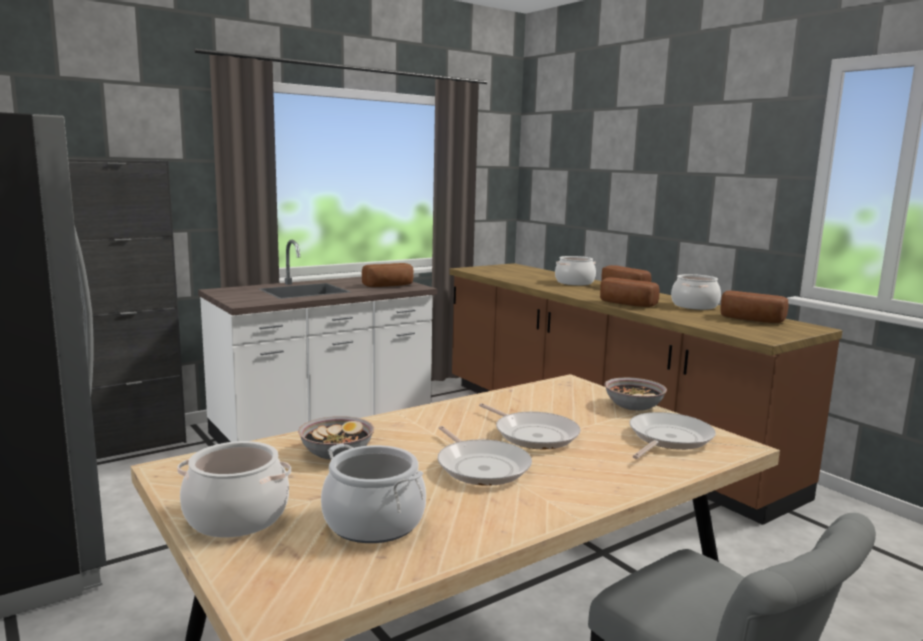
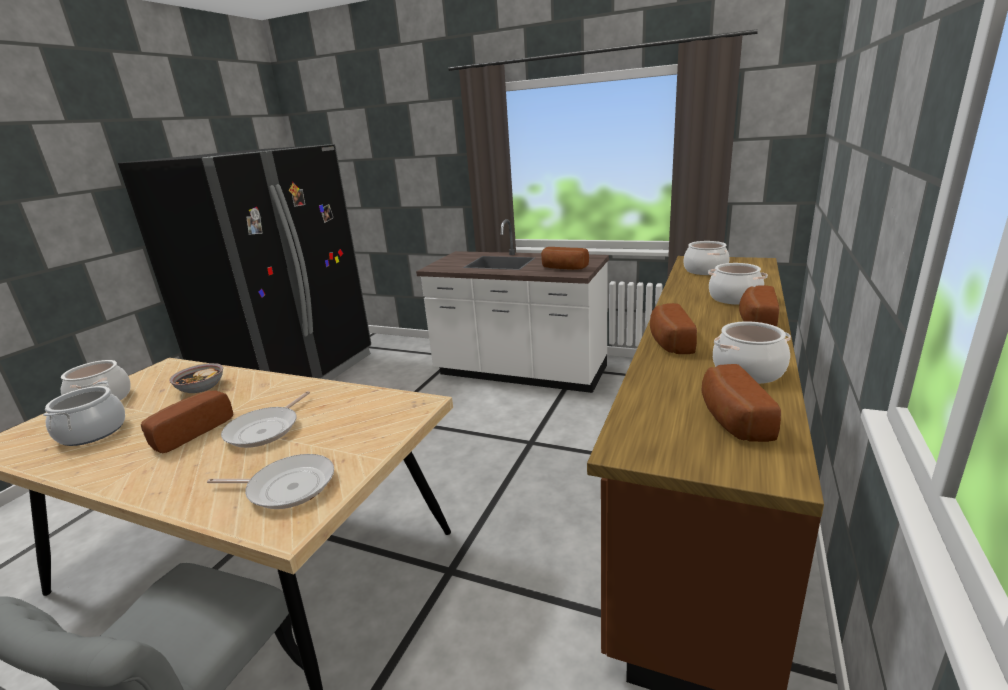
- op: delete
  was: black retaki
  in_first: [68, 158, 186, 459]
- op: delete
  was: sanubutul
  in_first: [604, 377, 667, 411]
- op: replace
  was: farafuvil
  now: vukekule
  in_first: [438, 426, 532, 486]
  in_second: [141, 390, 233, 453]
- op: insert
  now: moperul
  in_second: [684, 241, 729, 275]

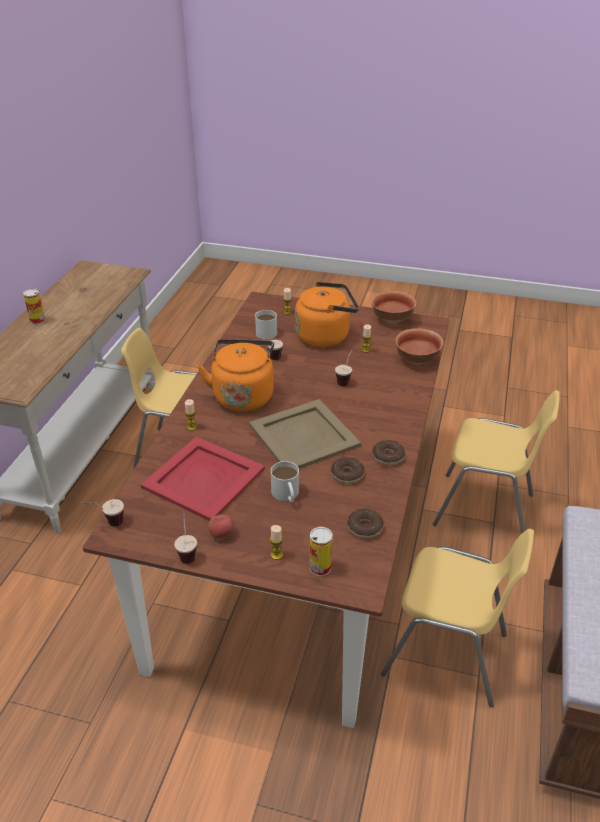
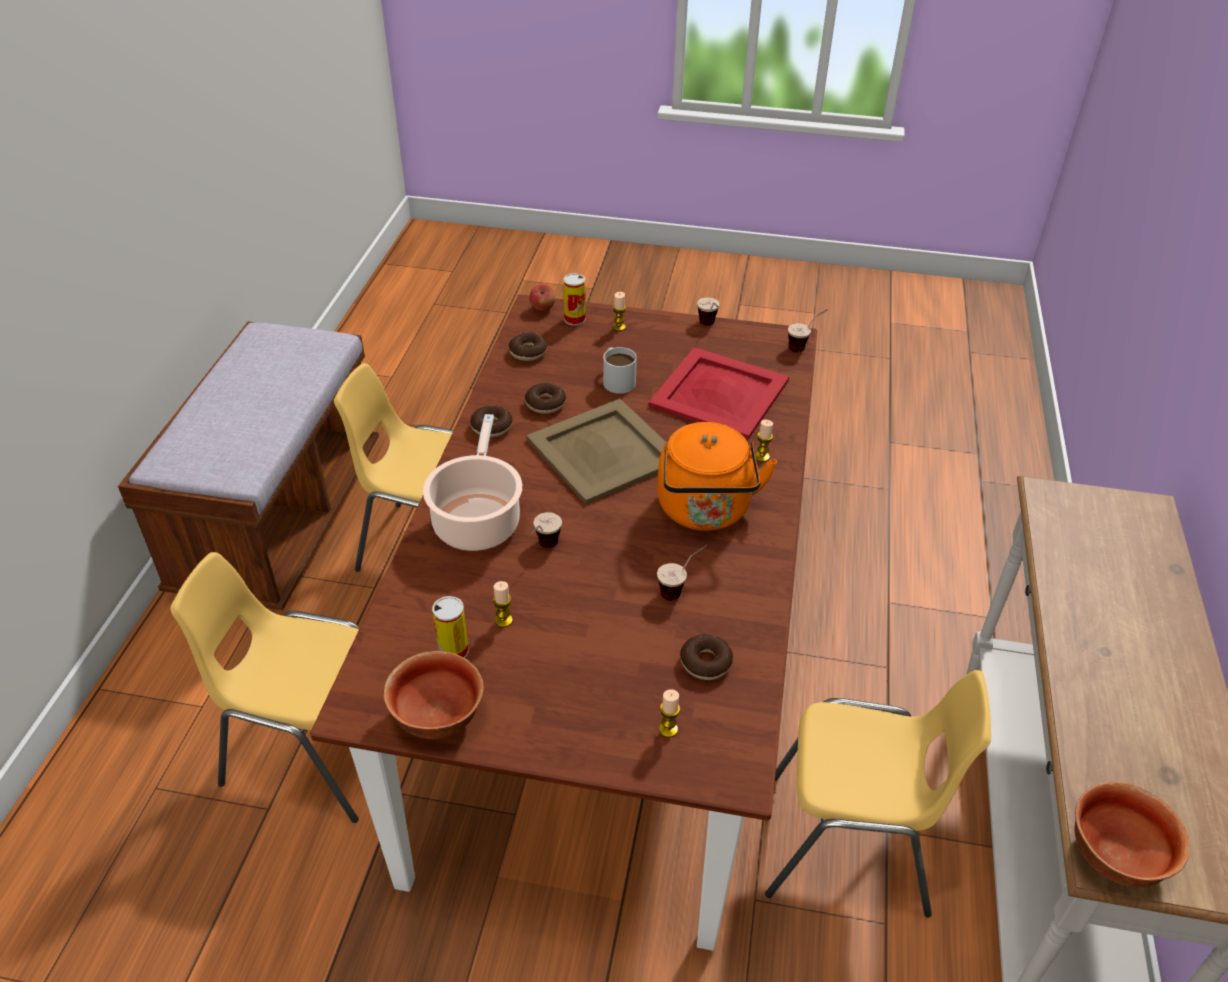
- op: delete
  was: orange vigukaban
  in_first: [295, 282, 359, 347]
- op: move
  was: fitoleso
  in_first: [23, 289, 45, 325]
  in_second: [432, 596, 469, 658]
- op: replace
  was: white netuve
  now: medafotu
  in_first: [255, 310, 277, 340]
  in_second: [680, 634, 733, 680]
- op: move
  was: sanubutul
  in_first: [395, 328, 444, 364]
  in_second: [1075, 782, 1190, 887]
- op: move
  was: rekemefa
  in_first: [209, 514, 234, 540]
  in_second: [530, 284, 555, 311]
- op: insert
  now: moperul
  in_second: [423, 414, 522, 551]

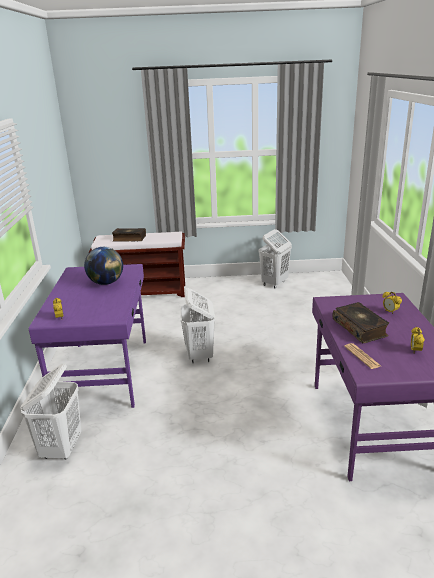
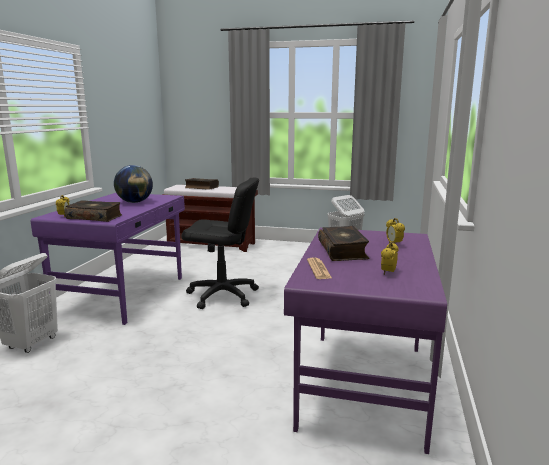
- op: replace
  was: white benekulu
  now: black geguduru
  in_first: [180, 288, 215, 363]
  in_second: [182, 178, 259, 309]
- op: insert
  now: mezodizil
  in_second: [64, 200, 122, 222]

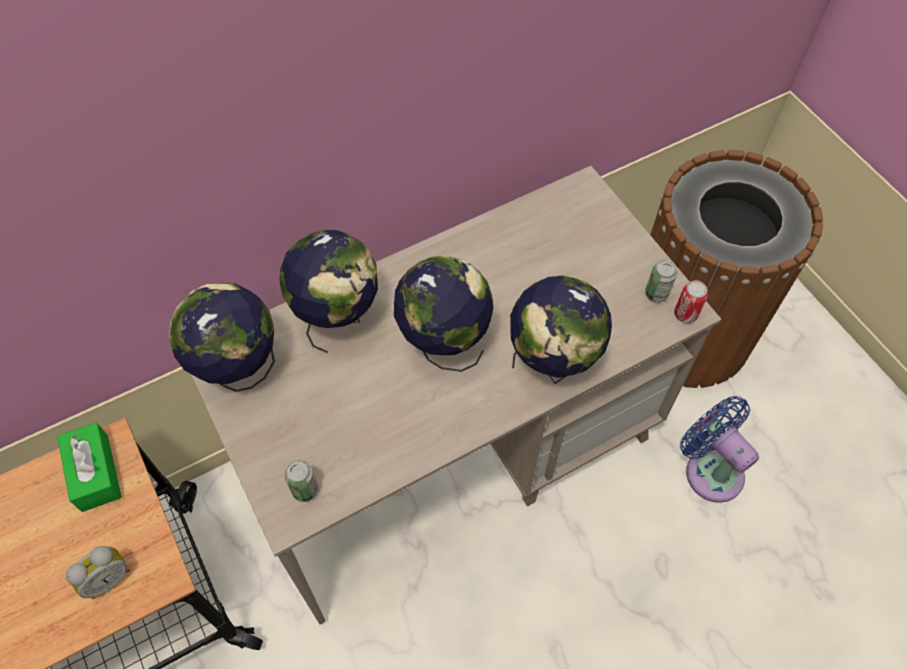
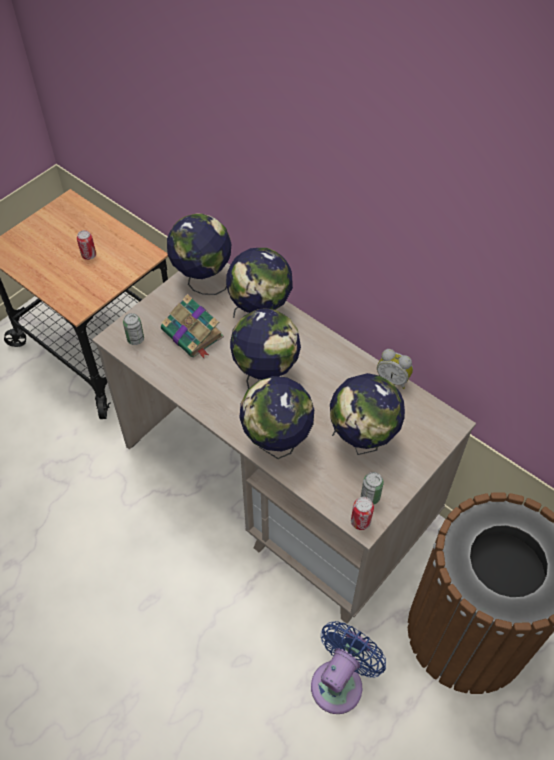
- op: delete
  was: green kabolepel
  in_first: [57, 422, 121, 512]
- op: move
  was: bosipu
  in_first: [66, 546, 131, 599]
  in_second: [377, 349, 413, 389]
- op: insert
  now: fitoleso
  in_second: [77, 230, 96, 260]
- op: insert
  now: mezodizil
  in_second: [161, 294, 224, 358]
- op: insert
  now: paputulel
  in_second: [330, 373, 405, 455]

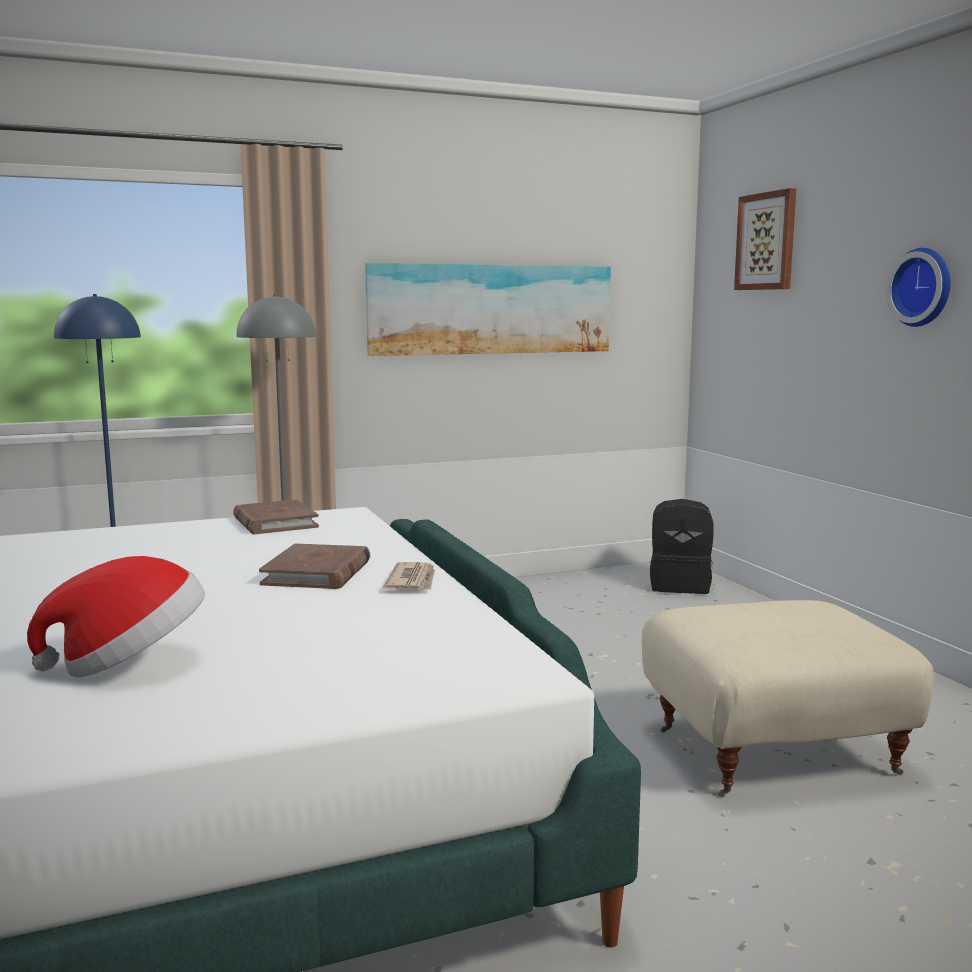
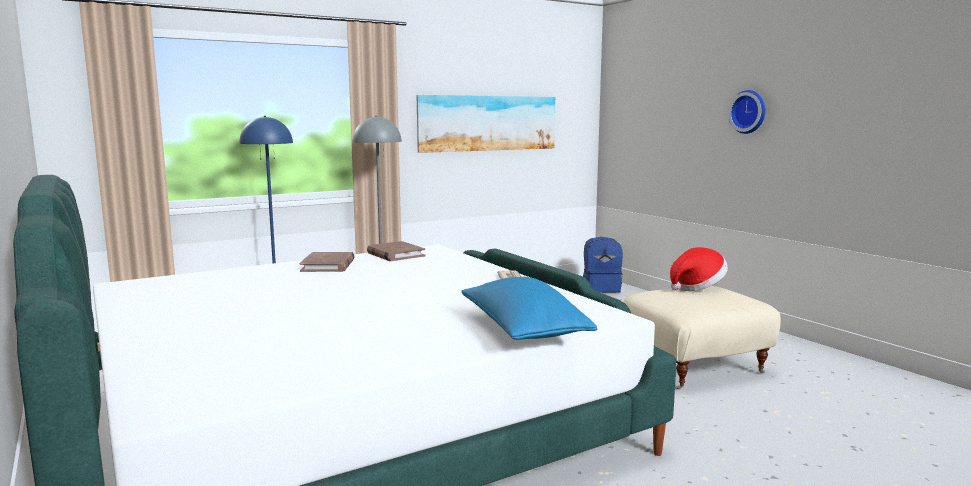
- op: delete
  was: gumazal
  in_first: [734, 188, 796, 290]
- op: recolor
  was: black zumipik
  now: blue zumipik
  in_first: [650, 499, 714, 594]
  in_second: [583, 237, 623, 293]
- op: move
  was: brown mezodizil
  in_first: [259, 544, 370, 589]
  in_second: [300, 252, 355, 272]
- op: move
  was: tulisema
  in_first: [27, 556, 205, 677]
  in_second: [670, 247, 728, 291]
- op: insert
  now: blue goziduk
  in_second: [461, 277, 597, 340]

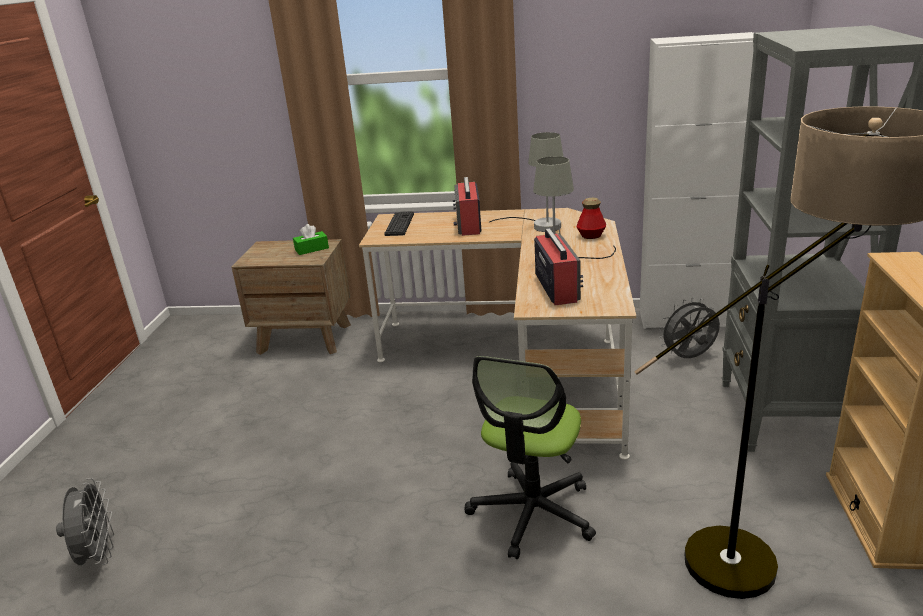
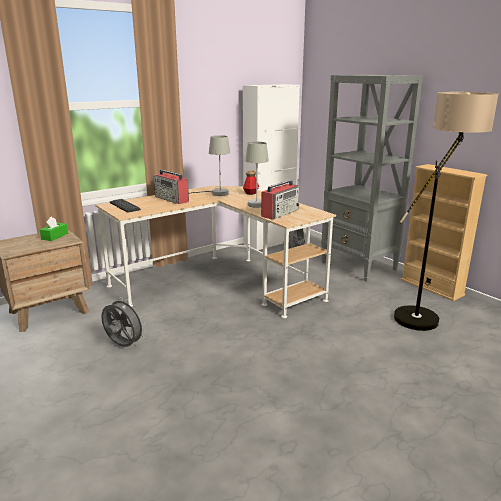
- op: rotate
  was: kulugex
  in_first: [534, 223, 583, 305]
  in_second: [261, 179, 300, 219]
  clockwise: 90
- op: delete
  was: geguduru
  in_first: [464, 356, 596, 559]
- op: move
  was: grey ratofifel
  in_first: [56, 478, 114, 565]
  in_second: [101, 297, 146, 347]

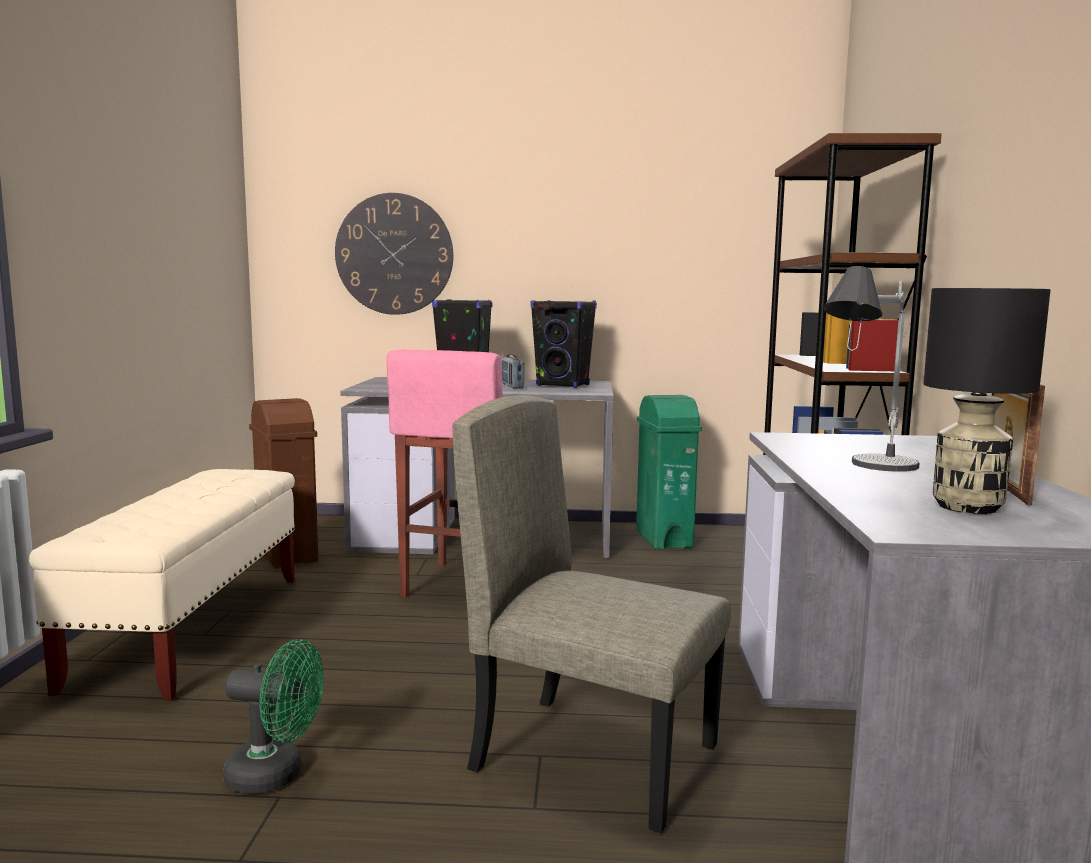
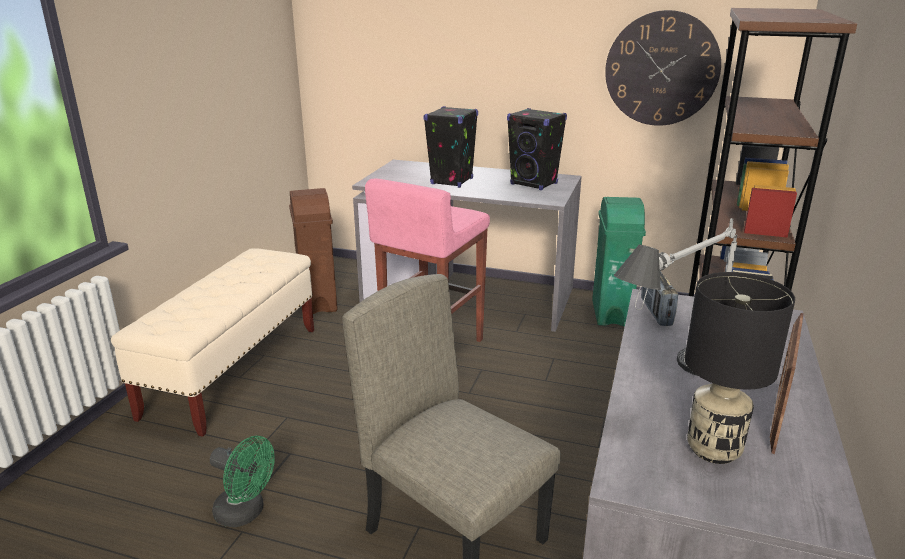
- op: move
  was: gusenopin
  in_first: [335, 193, 453, 315]
  in_second: [605, 10, 721, 126]
- op: move
  was: kulugex
  in_first: [502, 354, 525, 389]
  in_second: [641, 271, 678, 326]

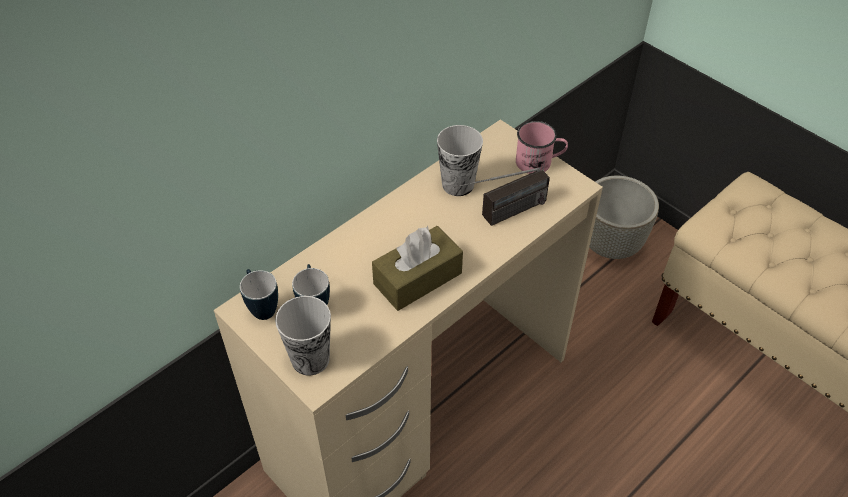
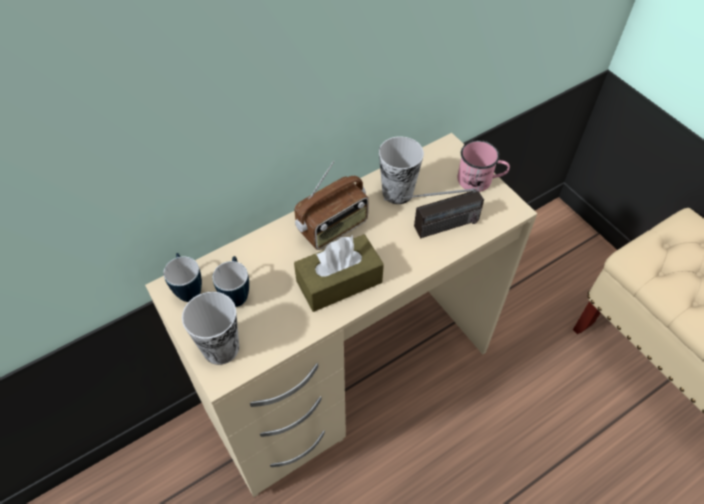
- op: delete
  was: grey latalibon
  in_first: [589, 176, 659, 259]
- op: insert
  now: kulugex
  in_second: [294, 161, 369, 250]

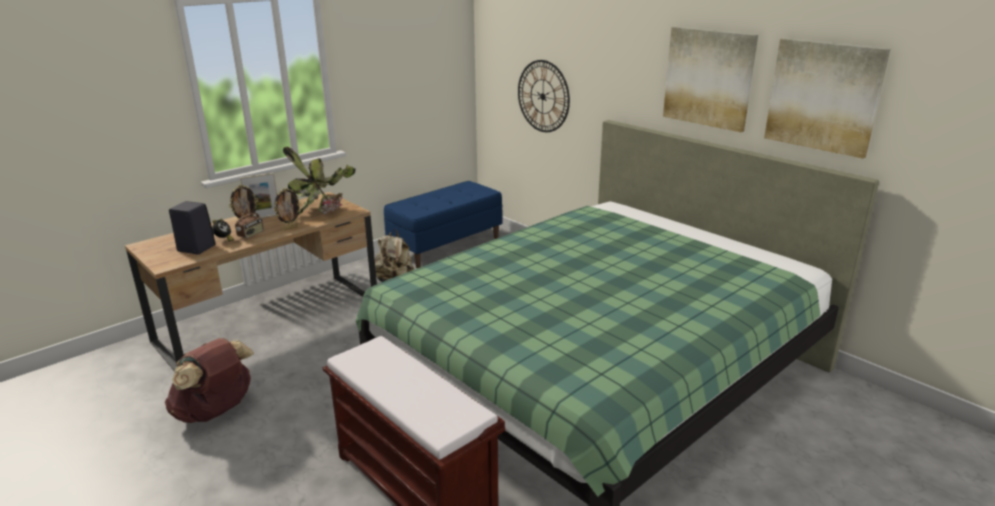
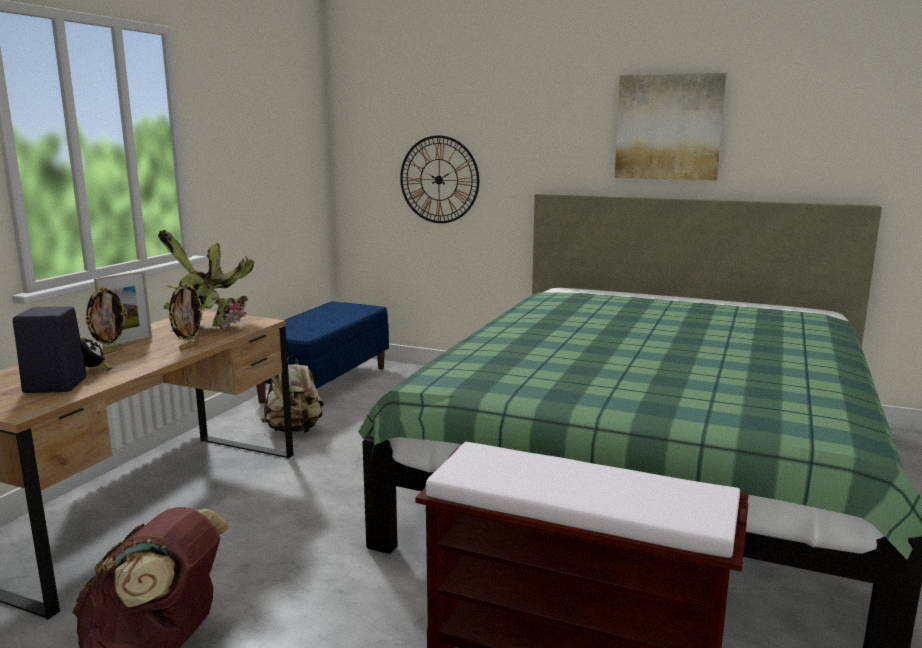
- op: delete
  was: gumazal
  in_first: [764, 38, 890, 159]
- op: delete
  was: kulugex
  in_first: [235, 205, 264, 238]

